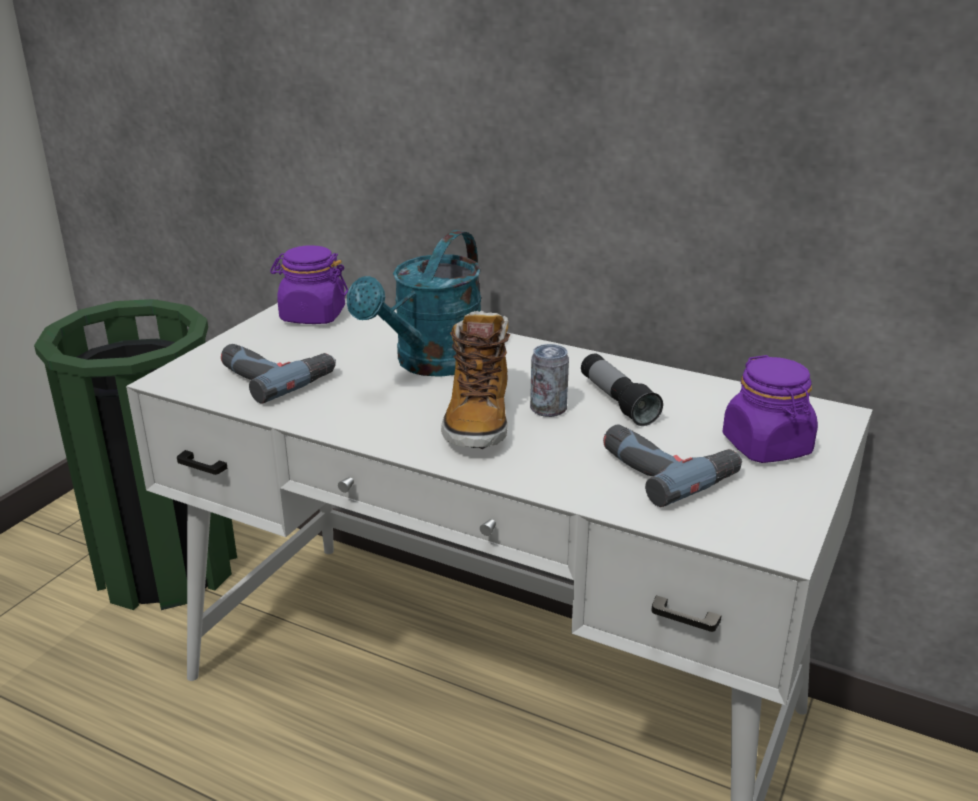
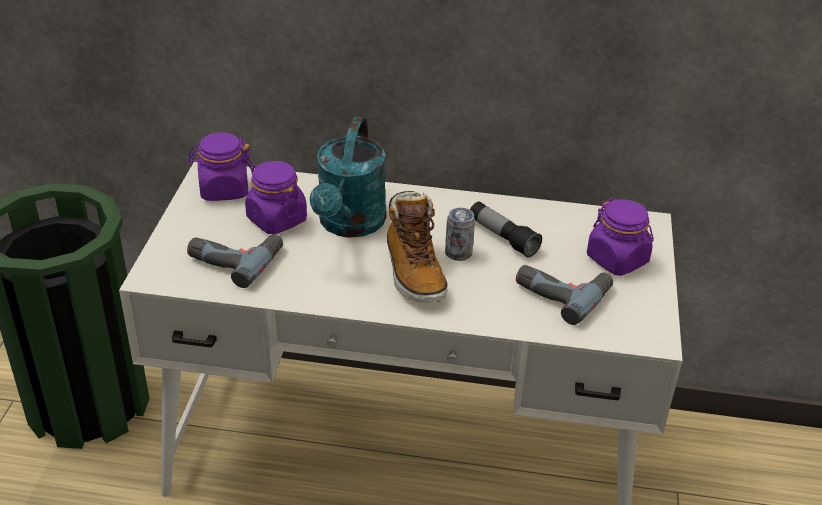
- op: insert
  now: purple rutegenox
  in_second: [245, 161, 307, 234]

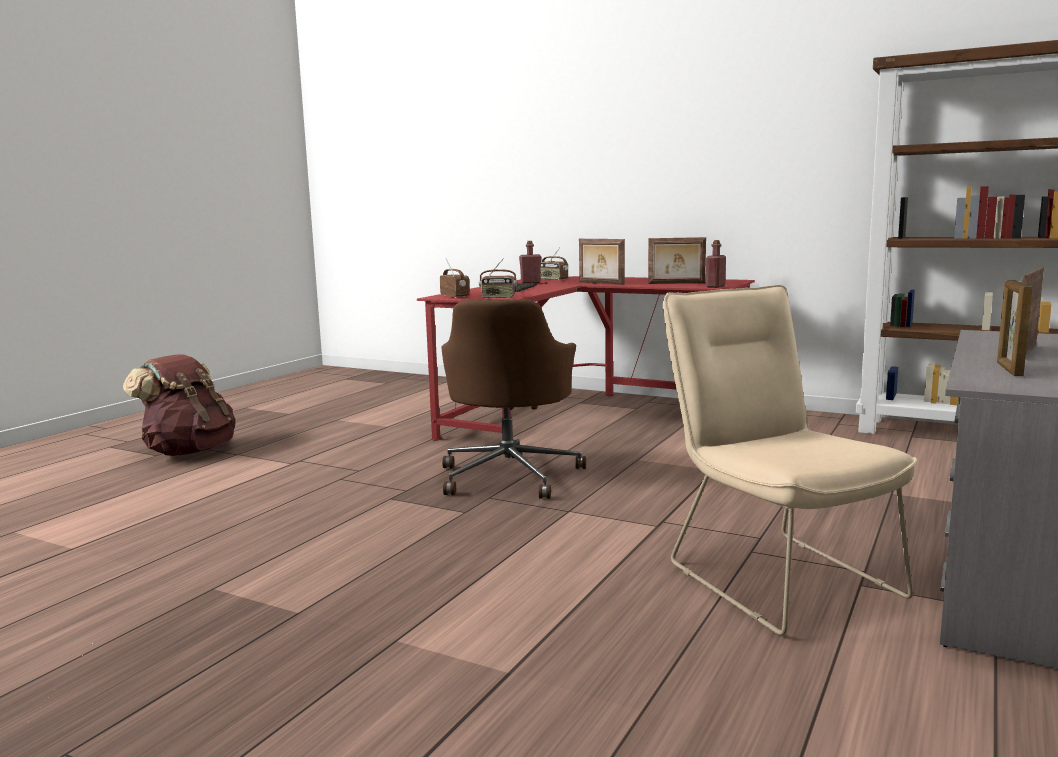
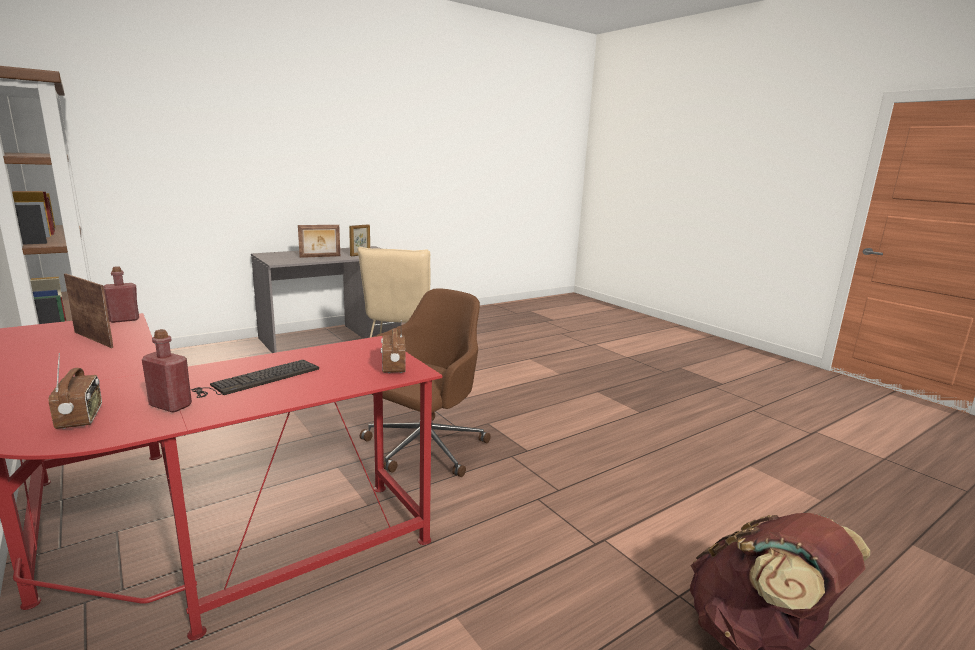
- op: delete
  was: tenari
  in_first: [579, 239, 625, 285]
- op: delete
  was: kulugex
  in_first: [479, 258, 517, 299]

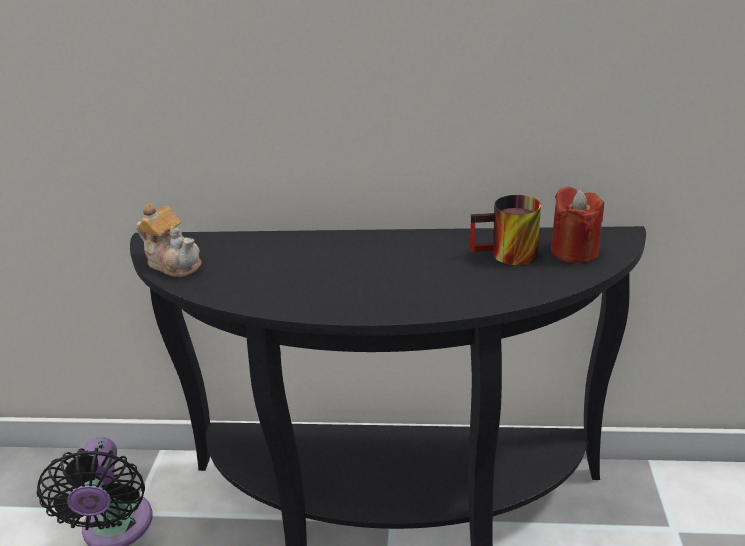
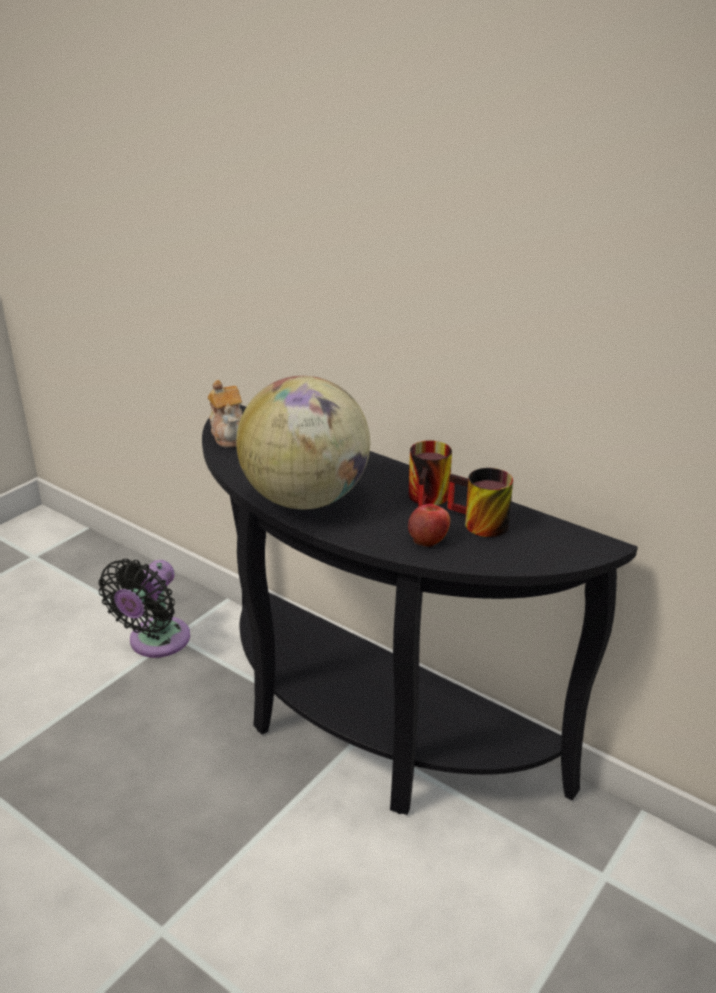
- op: delete
  was: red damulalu
  in_first: [551, 187, 604, 263]
- op: insert
  now: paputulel
  in_second: [236, 376, 370, 509]
- op: insert
  now: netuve
  in_second: [409, 440, 452, 507]
- op: insert
  now: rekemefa
  in_second: [408, 504, 450, 547]

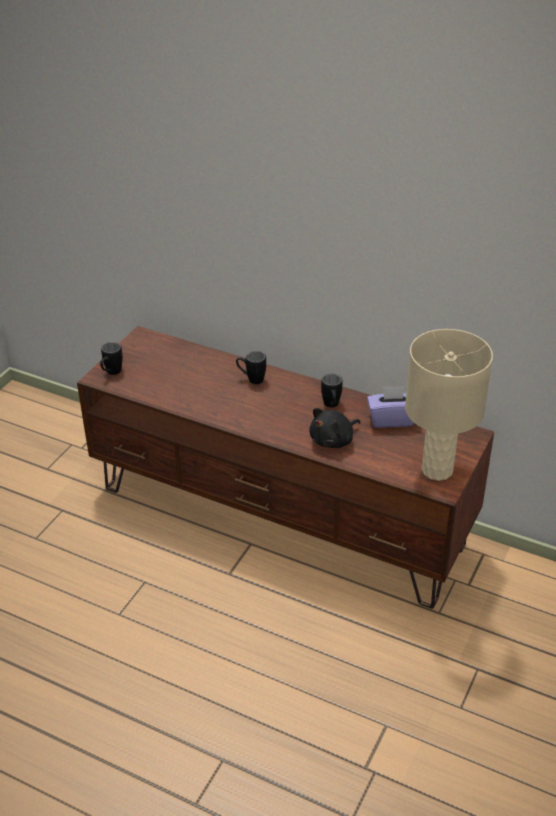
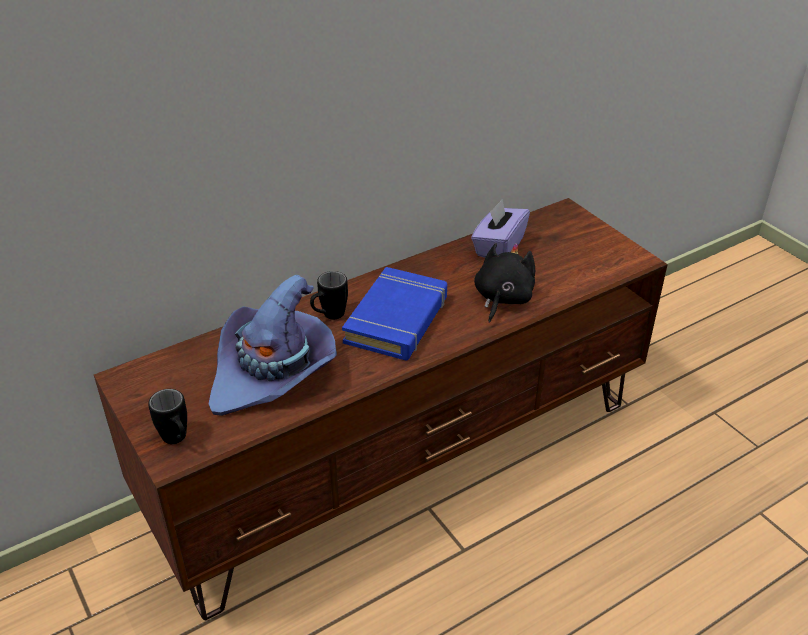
- op: delete
  was: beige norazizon
  in_first: [405, 329, 493, 481]
- op: delete
  was: black netuve
  in_first: [321, 373, 342, 408]
- op: rotate
  was: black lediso
  in_first: [309, 408, 361, 448]
  in_second: [474, 243, 535, 323]
  clockwise: -150
- op: insert
  now: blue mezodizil
  in_second: [342, 267, 447, 361]
- op: insert
  now: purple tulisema
  in_second: [209, 275, 337, 416]

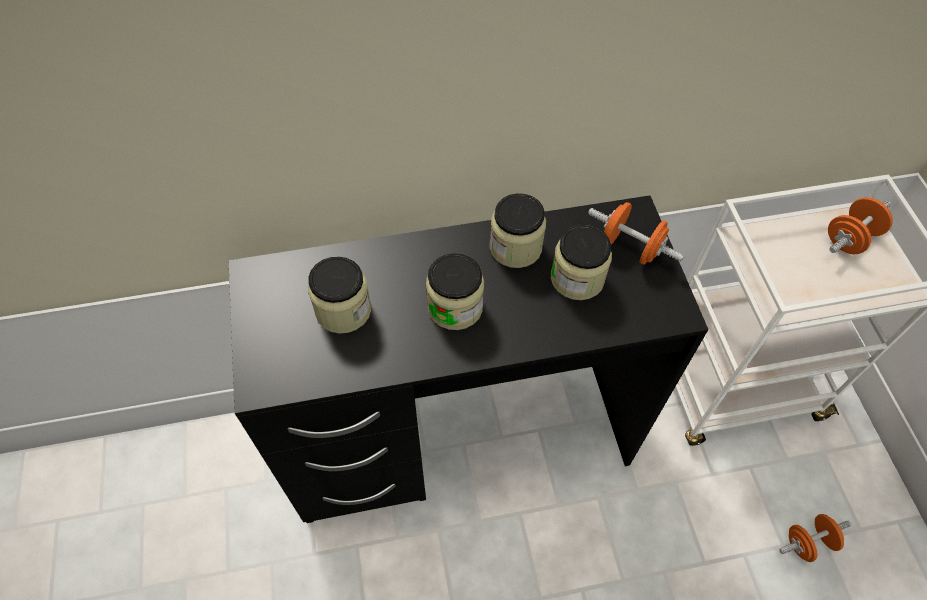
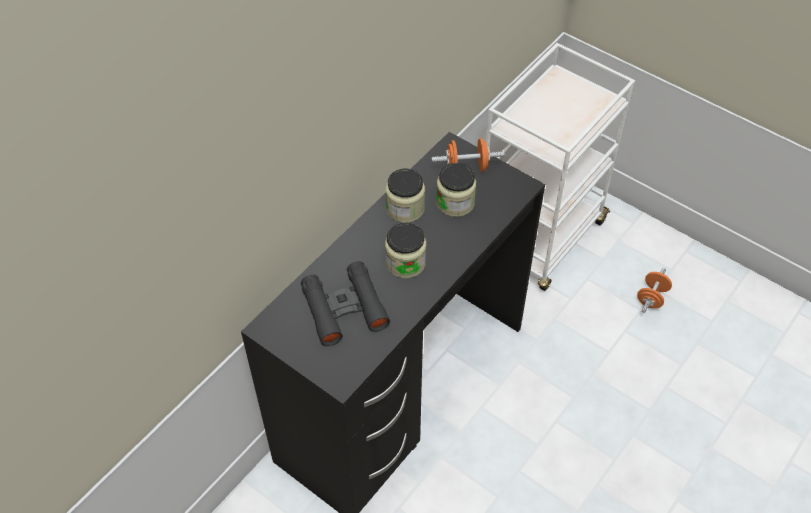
- op: delete
  was: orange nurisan
  in_first: [828, 197, 893, 254]
- op: replace
  was: rutegenox
  now: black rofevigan
  in_first: [308, 256, 371, 334]
  in_second: [301, 261, 390, 346]

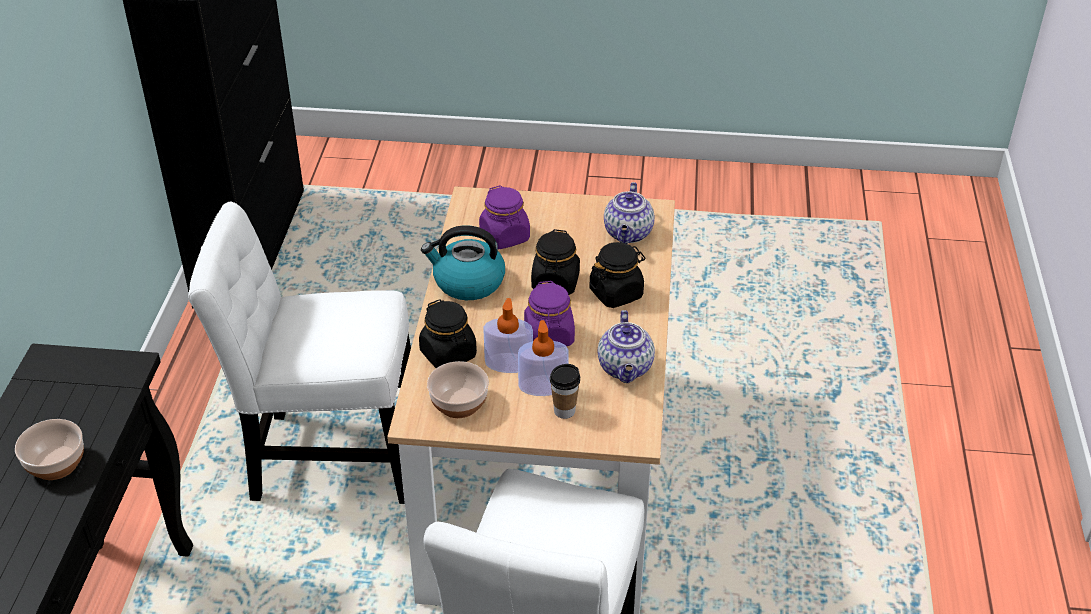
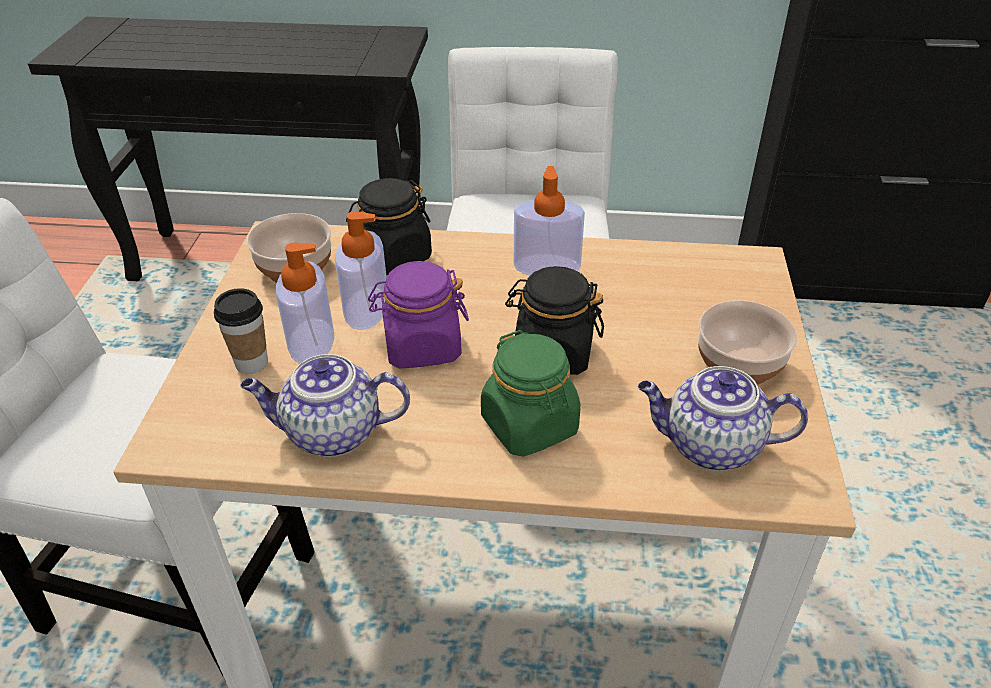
- op: delete
  was: purple rutegenox
  in_first: [479, 185, 530, 250]
- op: replace
  was: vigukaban
  now: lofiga
  in_first: [421, 225, 505, 300]
  in_second: [514, 166, 585, 276]
- op: recolor
  was: black rutegenox
  now: green rutegenox
  in_first: [589, 242, 645, 308]
  in_second: [481, 330, 581, 457]
- op: move
  was: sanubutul
  in_first: [15, 419, 84, 480]
  in_second: [698, 300, 798, 385]

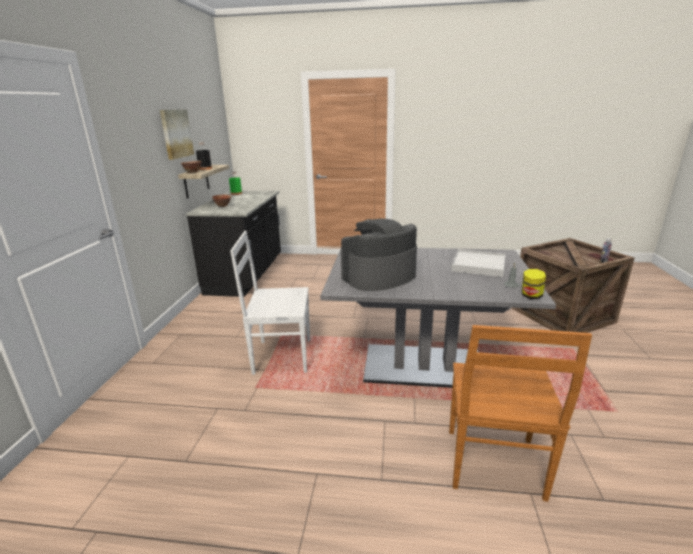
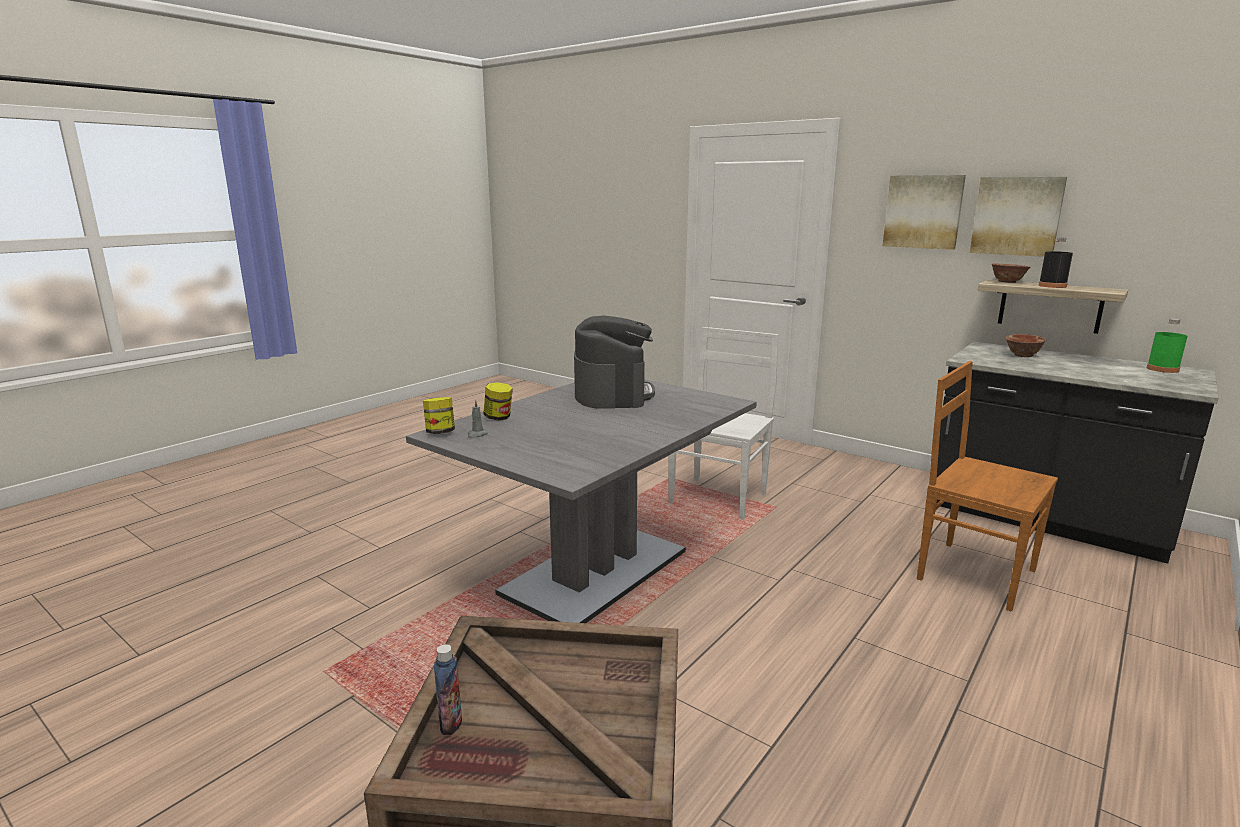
- op: delete
  was: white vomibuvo
  in_first: [451, 249, 505, 277]
- op: move
  was: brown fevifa
  in_first: [449, 325, 592, 502]
  in_second: [917, 361, 1058, 611]
- op: insert
  now: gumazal
  in_second: [883, 175, 966, 250]
- op: insert
  now: rutegenox
  in_second: [483, 382, 513, 421]

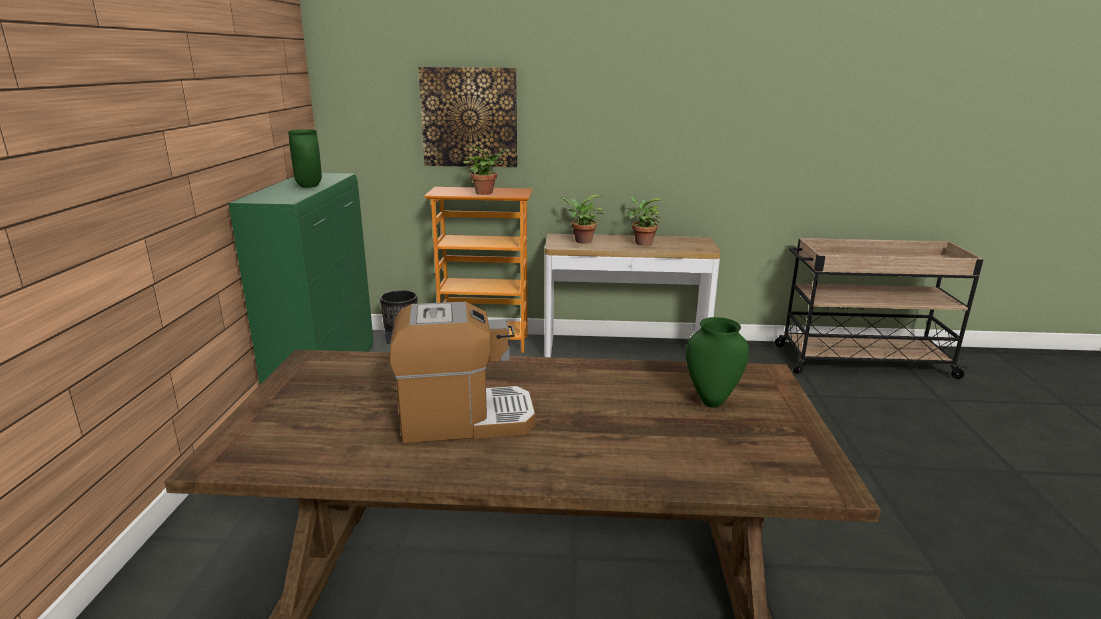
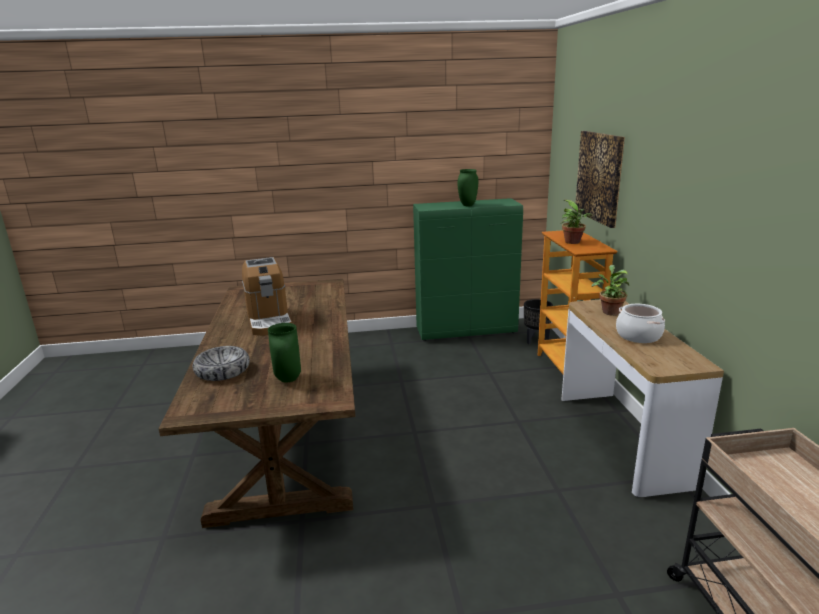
- op: replace
  was: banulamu
  now: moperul
  in_first: [626, 197, 663, 246]
  in_second: [616, 304, 665, 343]
- op: insert
  now: sanubutul
  in_second: [193, 346, 250, 381]

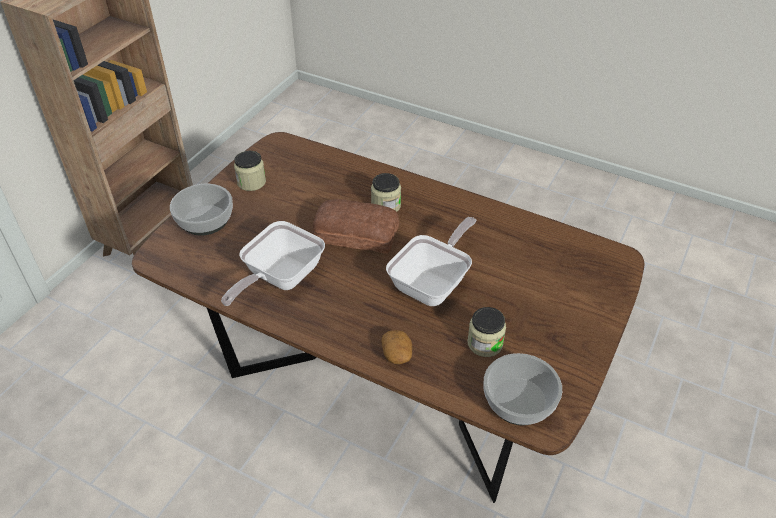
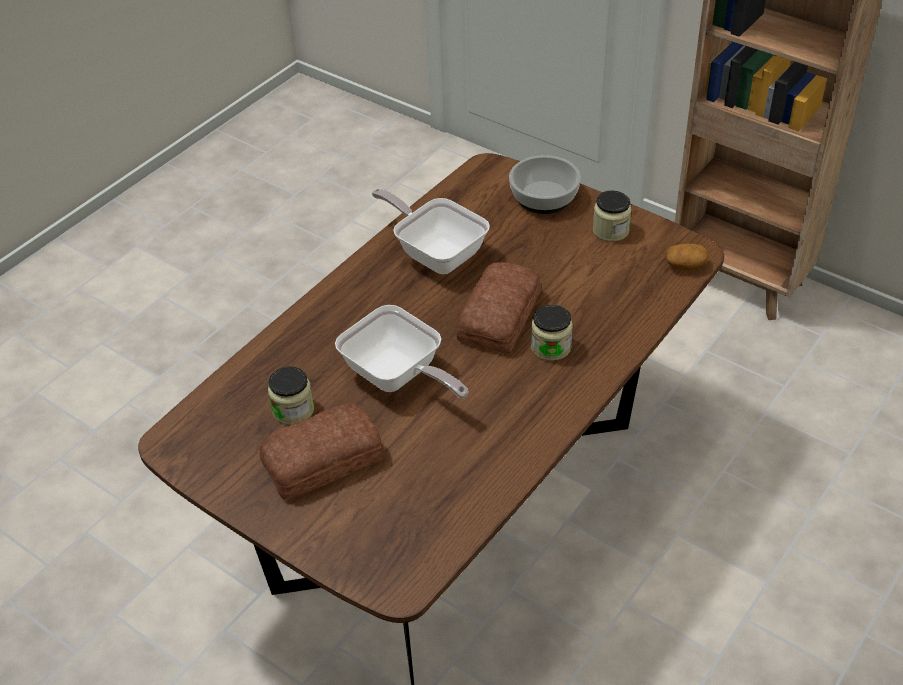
- op: move
  was: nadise
  in_first: [382, 330, 412, 364]
  in_second: [665, 244, 708, 271]
- op: delete
  was: sanubutul
  in_first: [484, 353, 562, 426]
- op: insert
  now: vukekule
  in_second: [259, 403, 385, 501]

